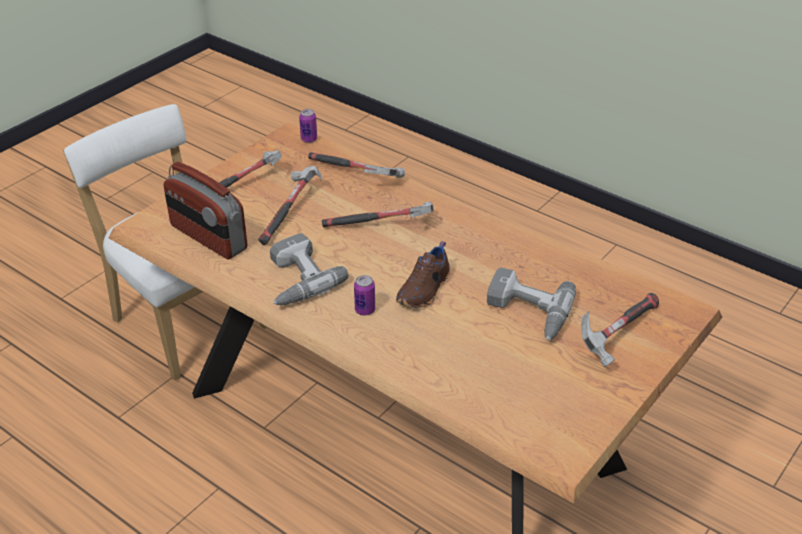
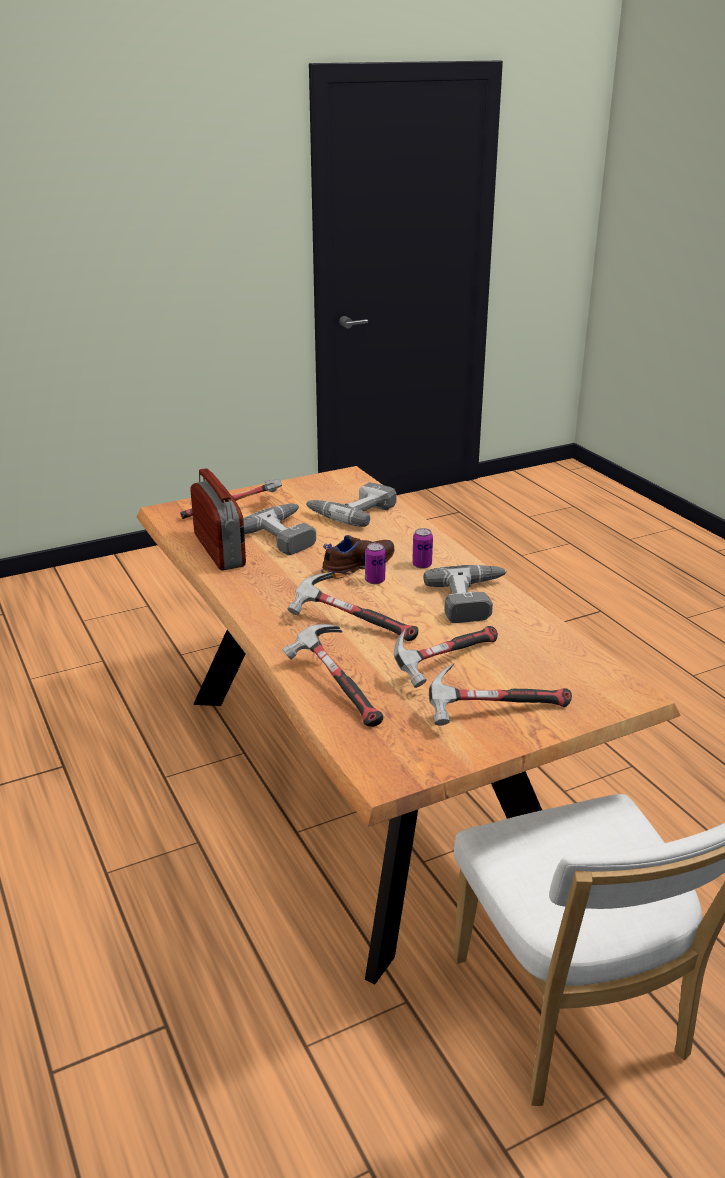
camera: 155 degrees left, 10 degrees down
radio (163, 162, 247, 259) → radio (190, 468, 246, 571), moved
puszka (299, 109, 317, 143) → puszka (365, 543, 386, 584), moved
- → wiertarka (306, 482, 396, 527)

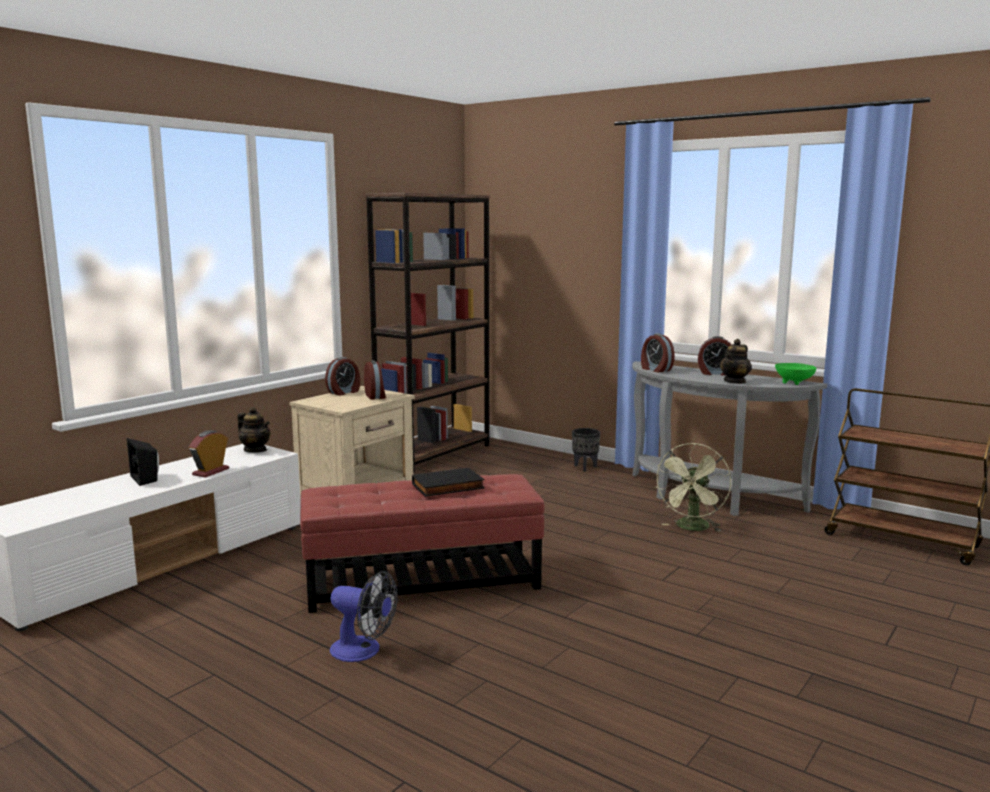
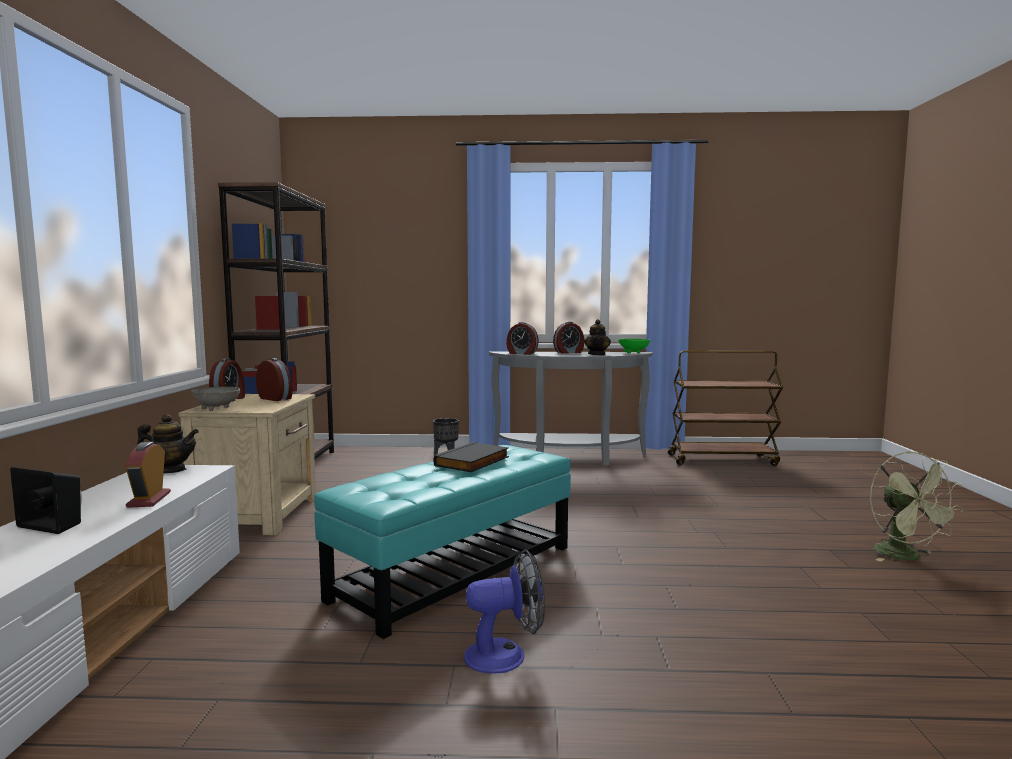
camera: 35 degrees left, 5 degrees down
pufa/czerwony (300, 474, 544, 613) → pufa/turkusowy (314, 445, 571, 639)
wentylator/zielony (655, 443, 731, 531) → wentylator/zielony (870, 451, 964, 561), moved
- → miska/szary (191, 387, 240, 411)

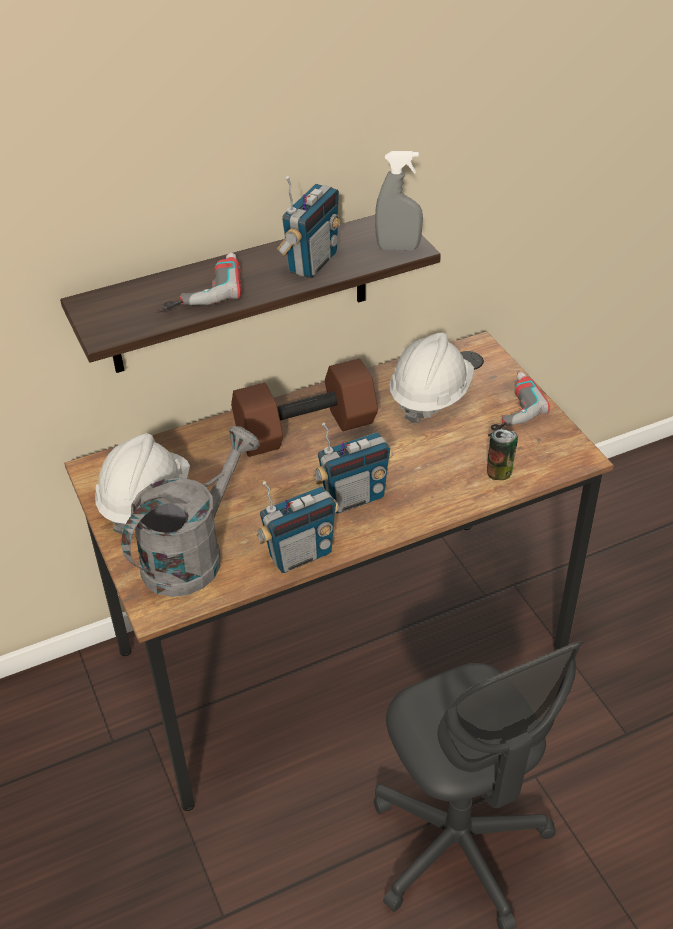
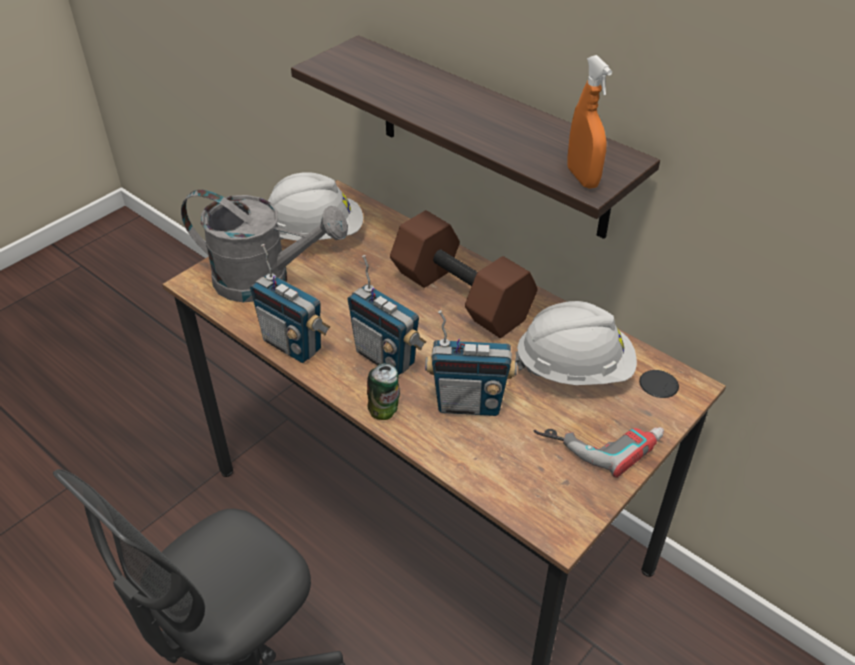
camera: 65 degrees right, 0 degrees up
wiertarka (156, 253, 241, 313) → -
radio (276, 176, 341, 278) → radio (425, 310, 517, 416), moved
spryskiwacz/szary (375, 151, 423, 250) → spryskiwacz/pomarańczowy (567, 55, 612, 189)
puszka (487, 429, 518, 480) → puszka (367, 363, 400, 420), moved

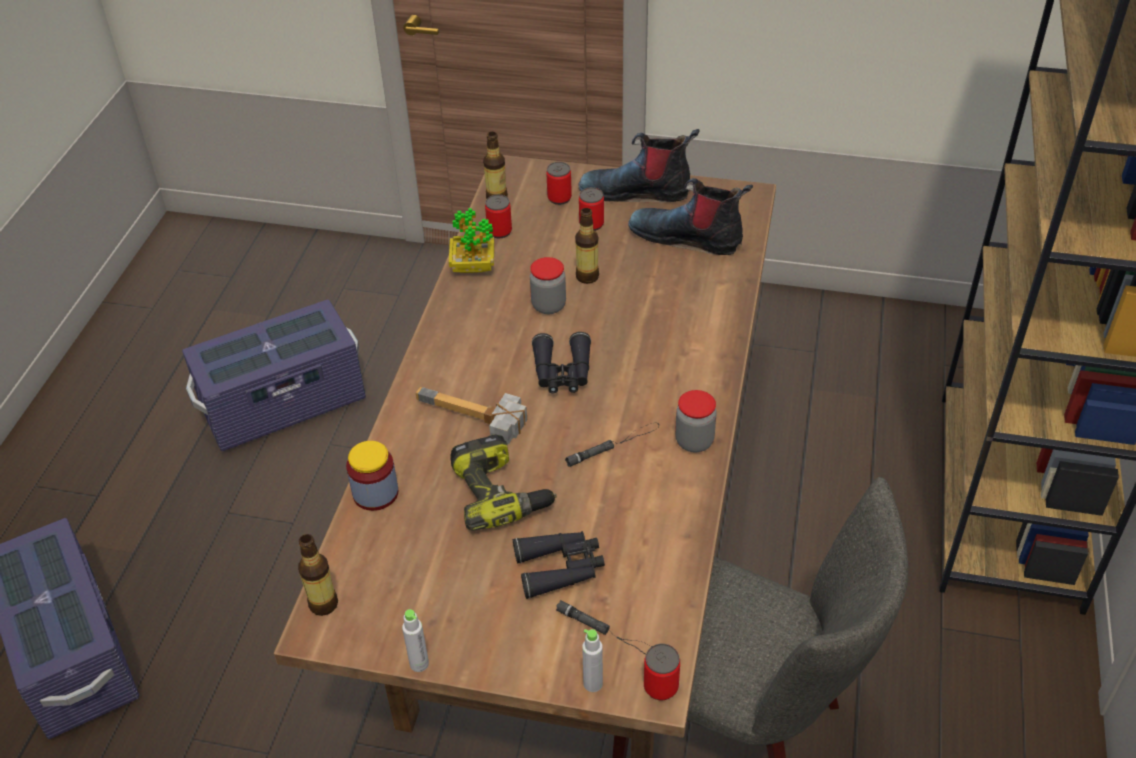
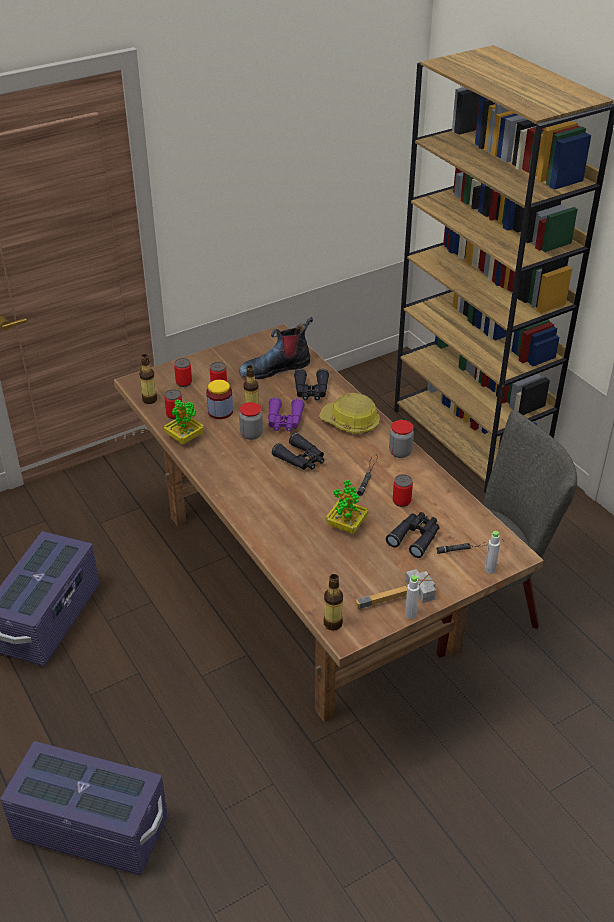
camera: 45 degrees left, 5 degrees down
słoik (346, 441, 399, 511) → słoik (206, 380, 233, 419), moved
młotek (416, 387, 527, 445) → młotek (355, 569, 436, 609), moved
wiertarka (450, 434, 557, 531) → roślina doniczkowa (326, 480, 368, 534)
but z cholewką (578, 129, 700, 202) → -
puszka (644, 644, 680, 700) → puszka (393, 474, 413, 507), moved
- → lornetka/fioletowy (268, 397, 305, 432)
- → lornetka/czarny (294, 369, 329, 400)
- → kask (319, 393, 380, 433)

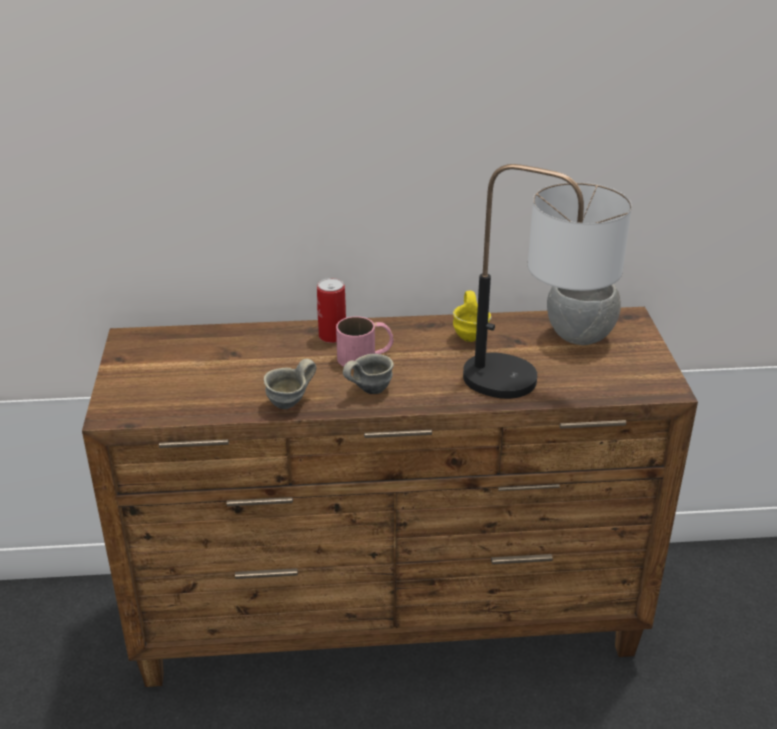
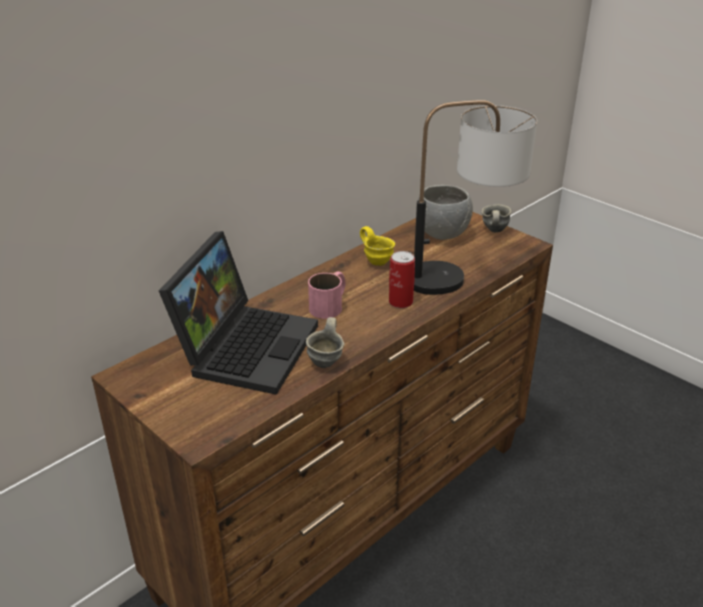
camera: 40 degrees left, 0 degrees up
puszka (317, 278, 346, 343) → puszka (389, 251, 415, 308), moved
kubek/szary (343, 354, 394, 394) → kubek/szary (481, 204, 511, 233), moved
- → laptop (159, 231, 318, 395)

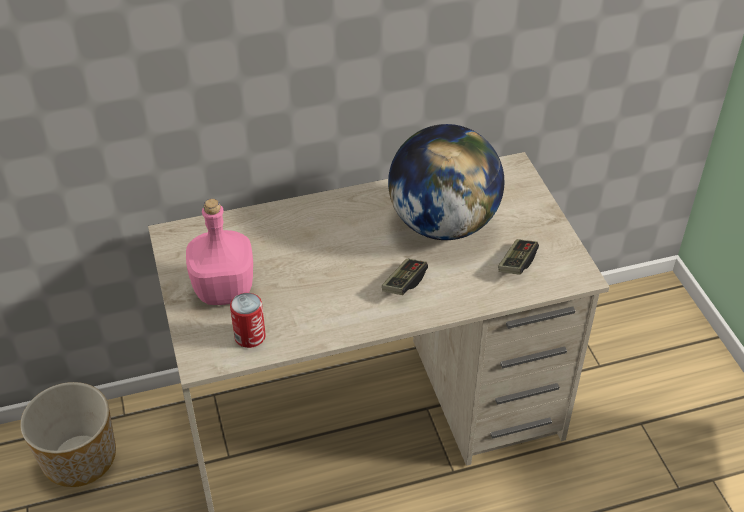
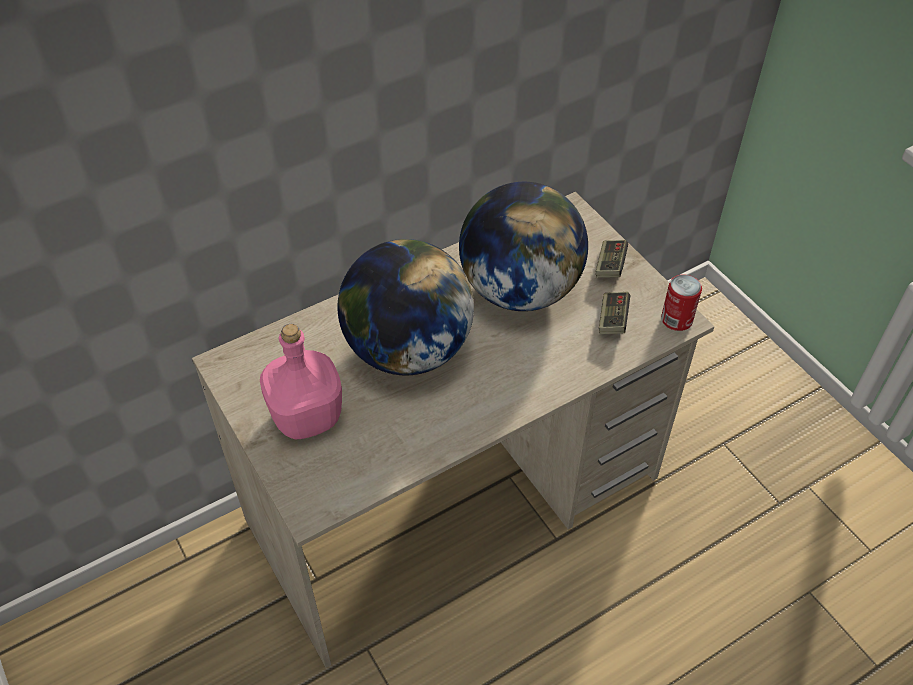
camera: 15 degrees left, 5 degrees up
donica (20, 382, 116, 487) → -
puszka (230, 293, 266, 348) → puszka (661, 275, 702, 331), moved
pad do gier (382, 259, 428, 295) → pad do gier (596, 240, 628, 277), moved
- → globus (338, 239, 474, 376)

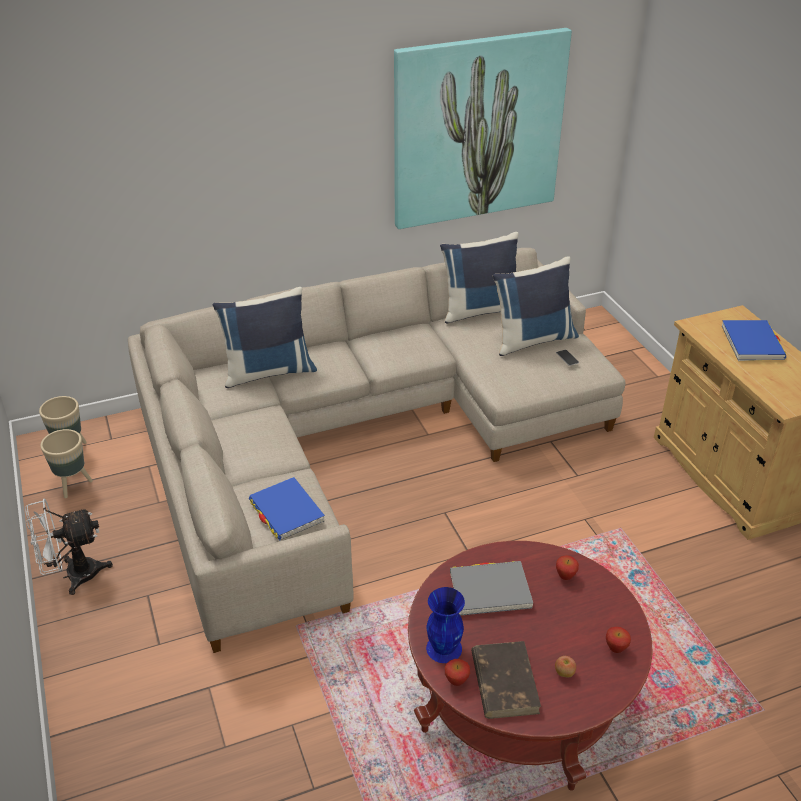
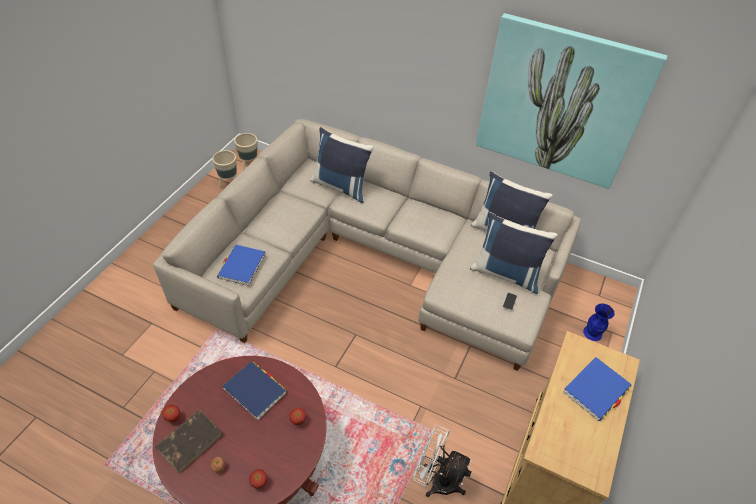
camera: 45 degrees right, 10 degrees up
wentylator/biały (25, 498, 113, 595) → wentylator/biały (413, 425, 473, 497), moved
wazon/niebieski (426, 587, 465, 663) → wazon/niebieski (583, 304, 615, 341), moved
książka/szary (450, 561, 533, 616) → książka/niebieski (222, 361, 287, 420)

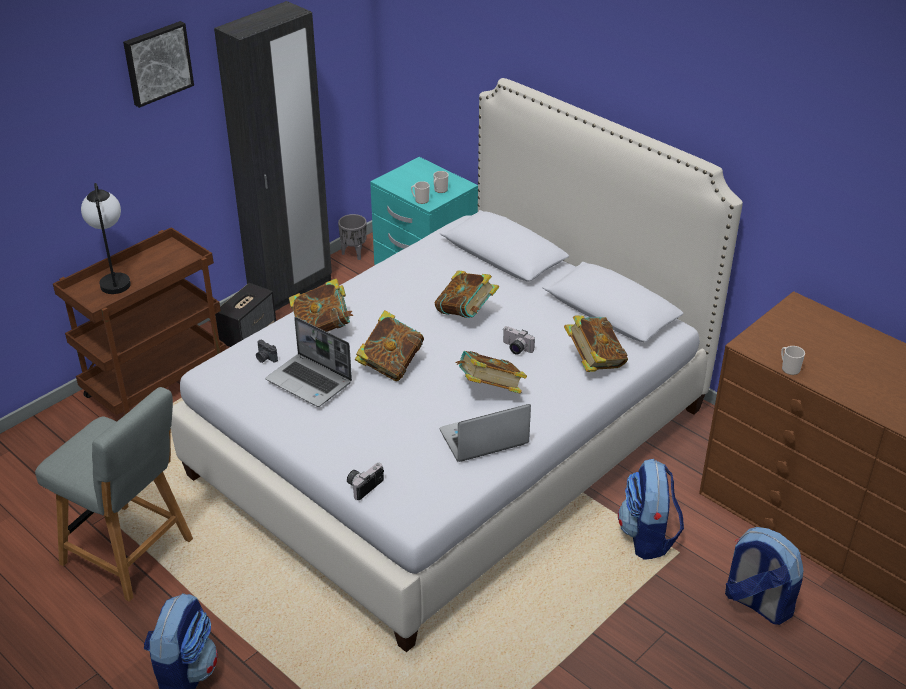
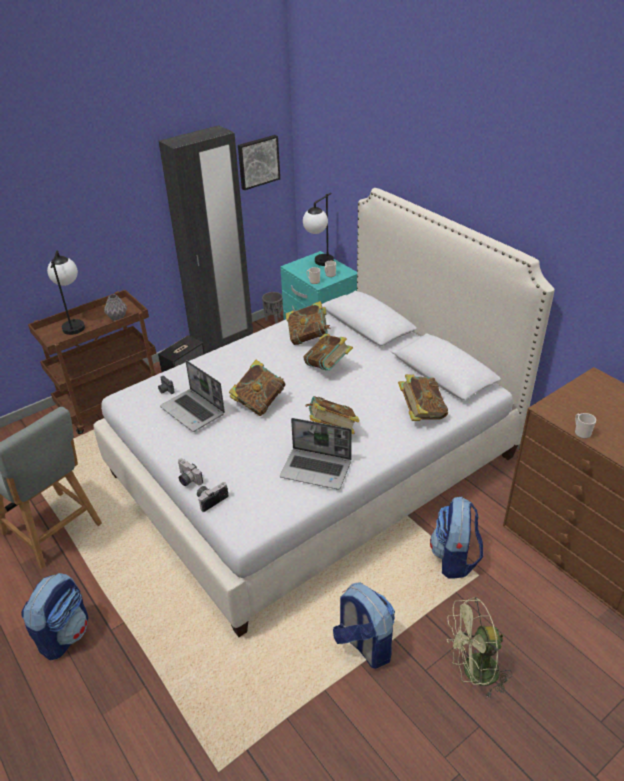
camera: 10 degrees right, 0 degrees up
obraz (123, 21, 194, 108) → obraz (238, 135, 280, 190), moved
książka (289, 278, 354, 332) → książka (286, 301, 331, 345), moved
laptop (440, 404, 531, 462) → laptop (280, 418, 352, 490), 150 degrees counterclockwise
aparat fotograficzny (503, 326, 535, 355) → aparat fotograficzny (178, 459, 203, 486), moved
plecak (725, 527, 804, 625) → plecak (333, 582, 395, 669), moved
- → wazon/szary (104, 294, 127, 321)
- → lampa stołowa (303, 193, 334, 266)
- → wentylator/zielony (447, 597, 512, 698)

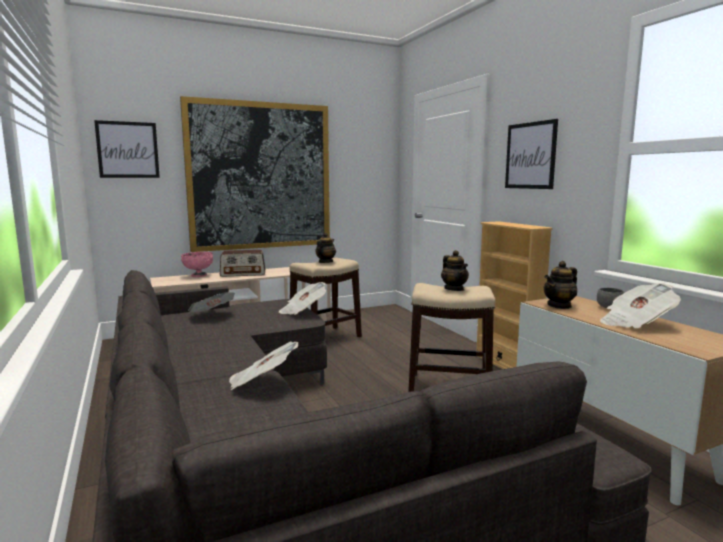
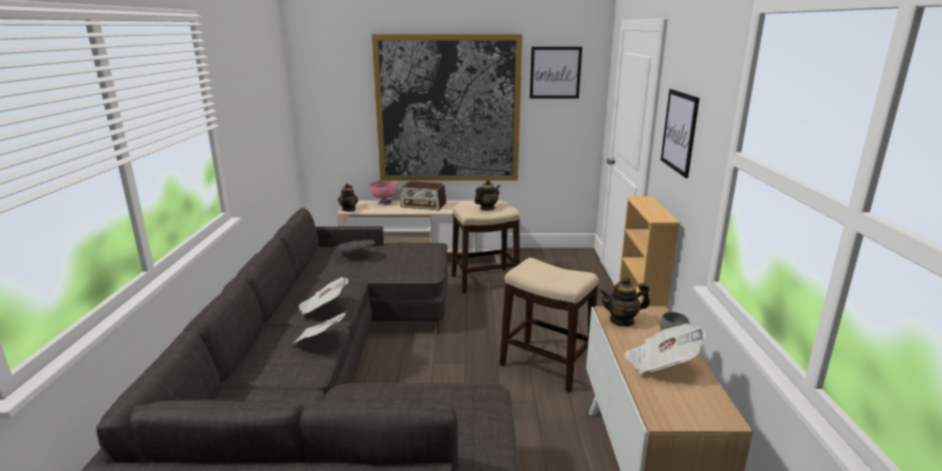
camera: 25 degrees right, 10 degrees up
obraz (94, 120, 160, 178) → obraz (530, 47, 582, 99), moved
gazeta (279, 282, 326, 315) → gazeta (299, 277, 348, 315), moved
imbryk (441, 250, 469, 291) → imbryk (338, 183, 358, 212), moved

